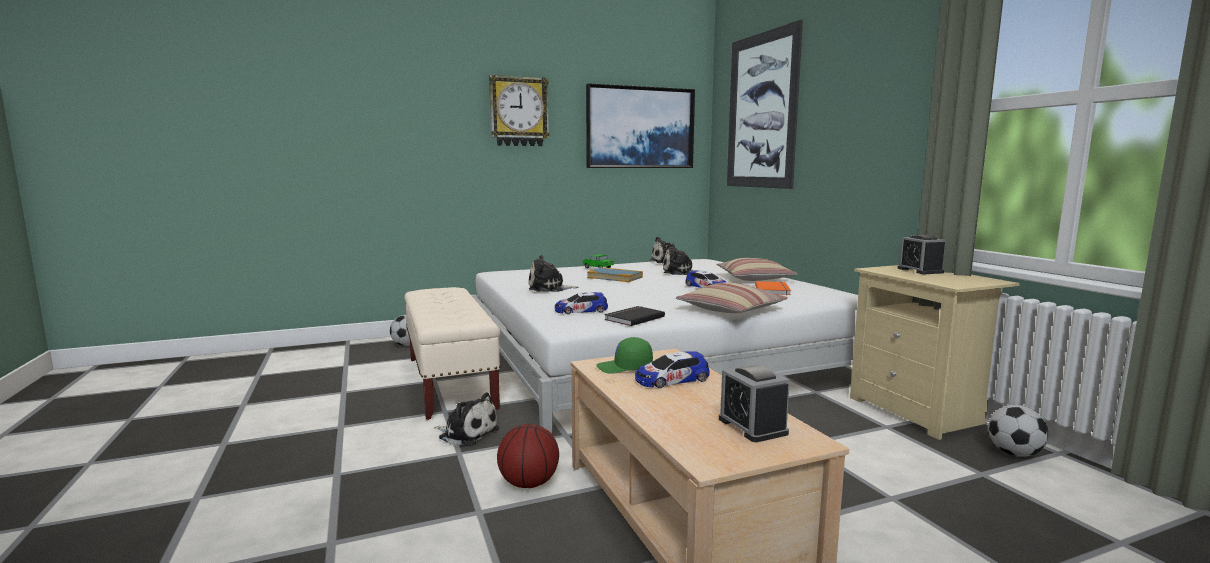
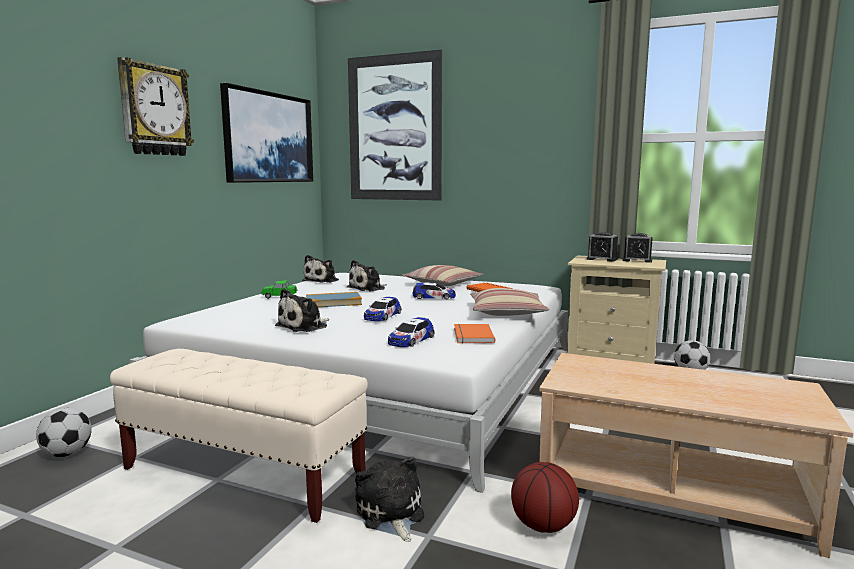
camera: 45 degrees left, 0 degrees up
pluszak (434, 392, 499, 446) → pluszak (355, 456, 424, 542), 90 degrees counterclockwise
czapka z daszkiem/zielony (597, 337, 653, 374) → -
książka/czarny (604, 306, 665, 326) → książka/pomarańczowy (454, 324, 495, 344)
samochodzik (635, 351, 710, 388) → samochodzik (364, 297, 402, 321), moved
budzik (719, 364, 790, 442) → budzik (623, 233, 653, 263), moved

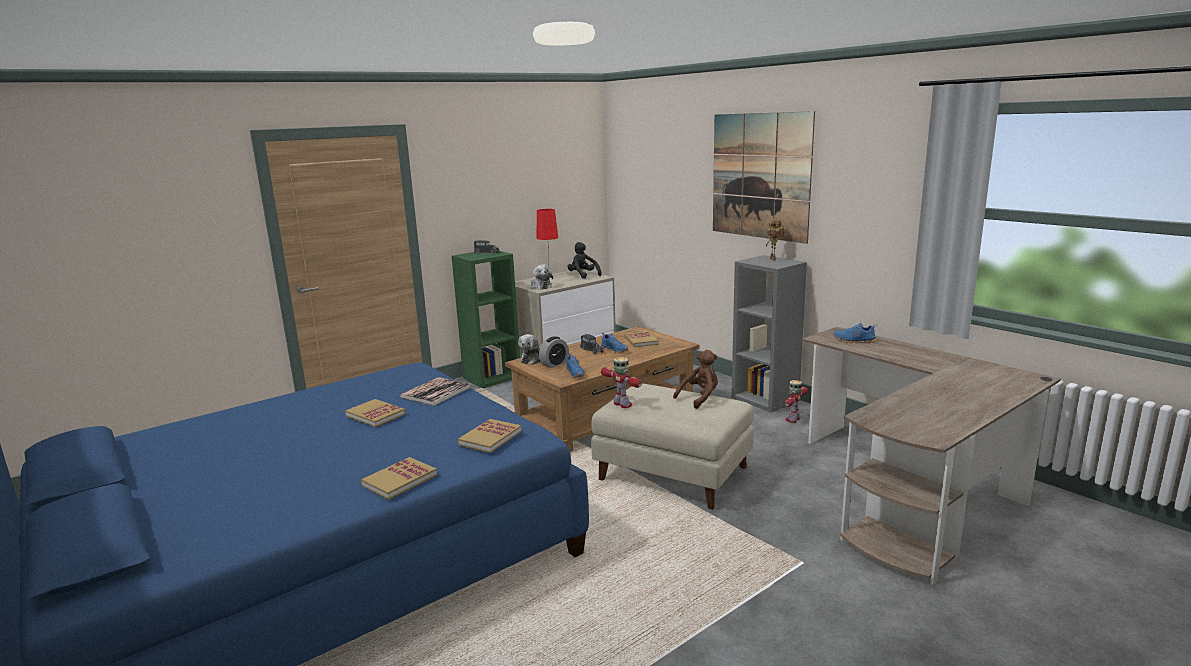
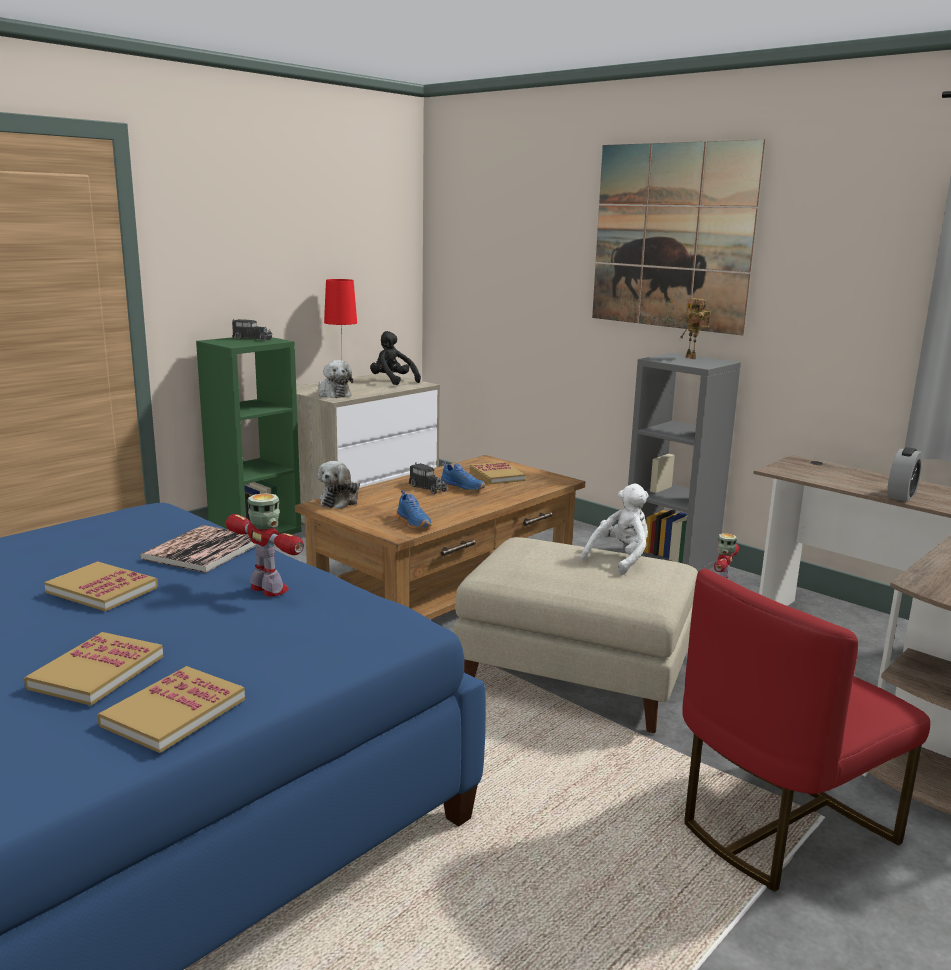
camera: 10 degrees left, 0 degrees up
książka (457, 419, 522, 453) → książka (24, 632, 163, 706), moved
budzik (539, 336, 569, 368) → budzik (887, 447, 923, 502), moved
robot zabawkowy (601, 357, 642, 408) → robot zabawkowy (226, 493, 304, 597), moved
pluszak/brązowy (673, 350, 718, 409) → pluszak/biały (581, 484, 649, 575)
but/niebieski (833, 323, 877, 343) → -
- → krzesło/czerwony (682, 568, 931, 892)

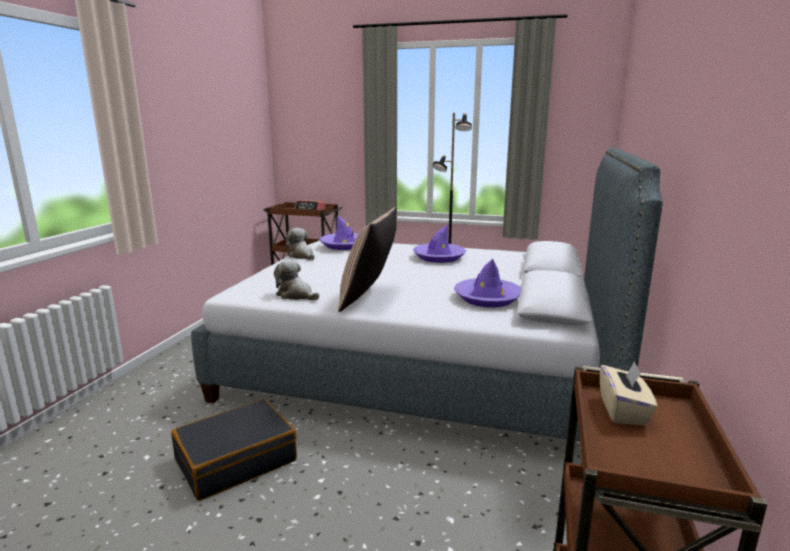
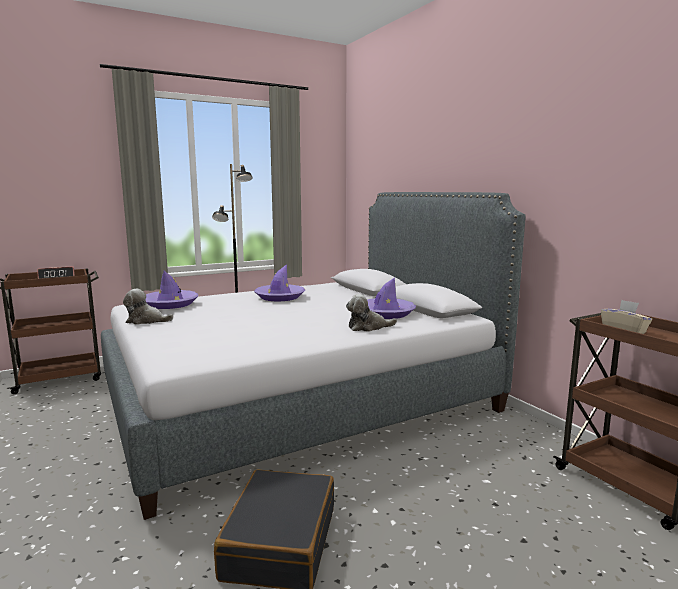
camera: 45 degrees left, 5 degrees down
pluszak (274, 259, 319, 300) → pluszak (346, 294, 397, 332), moved
poduszka (338, 207, 397, 312) → -

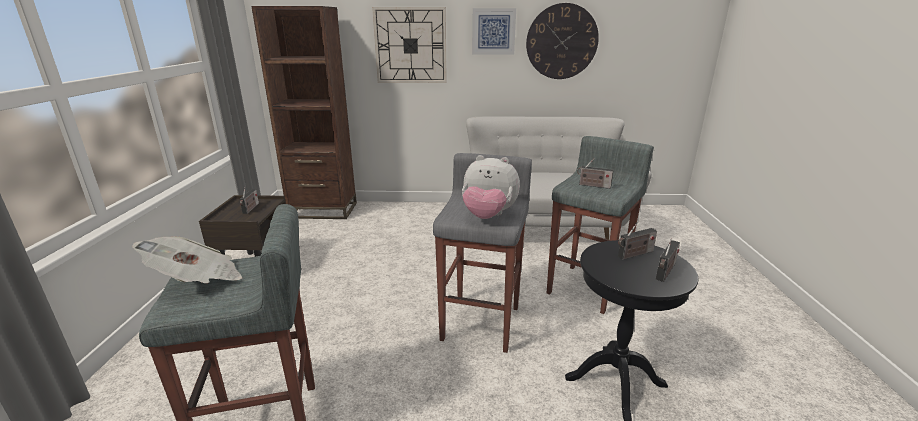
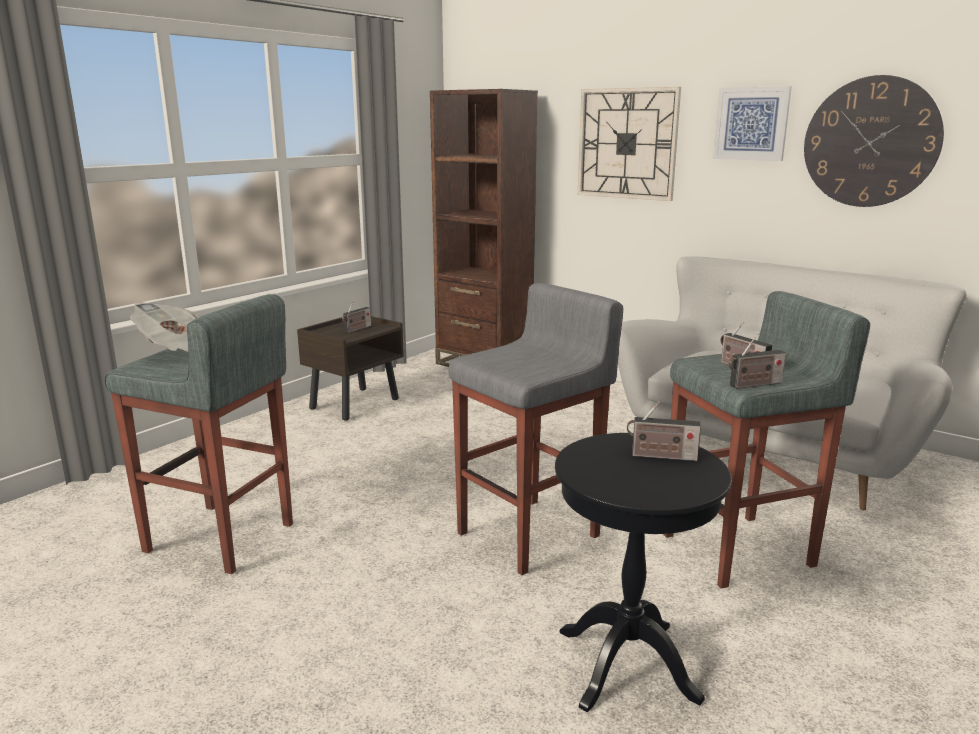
camera: 35 degrees right, 5 degrees down
pluszak (462, 155, 520, 219) → -
radio (655, 239, 680, 282) → radio (729, 337, 786, 389), moved

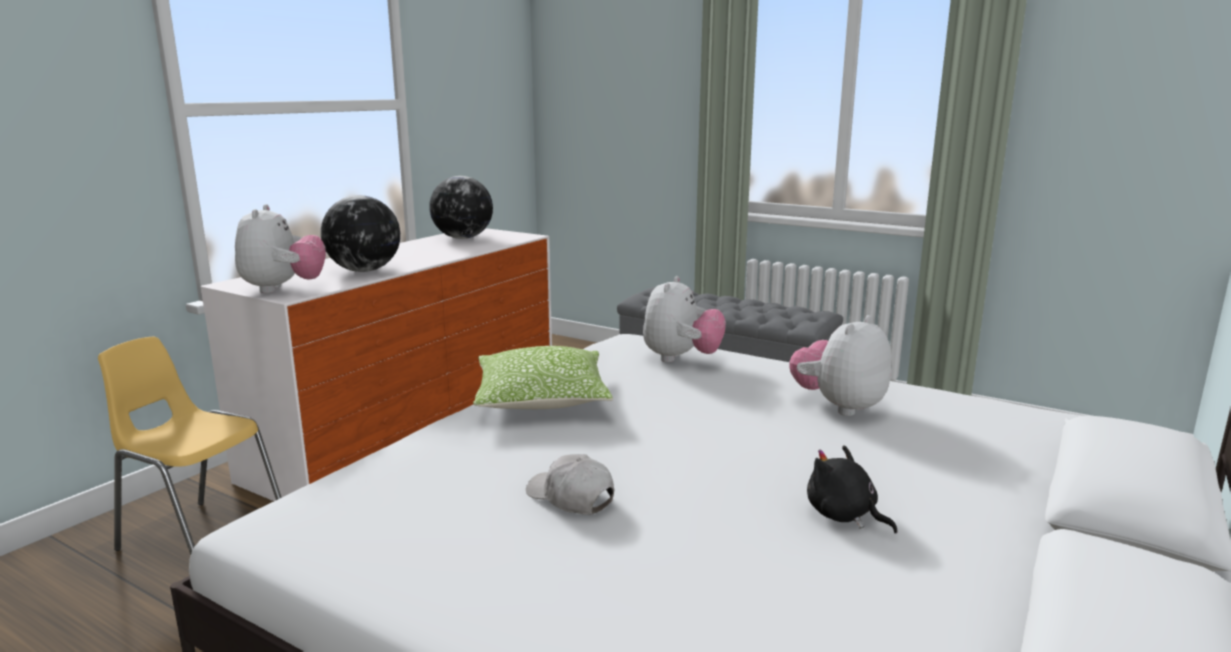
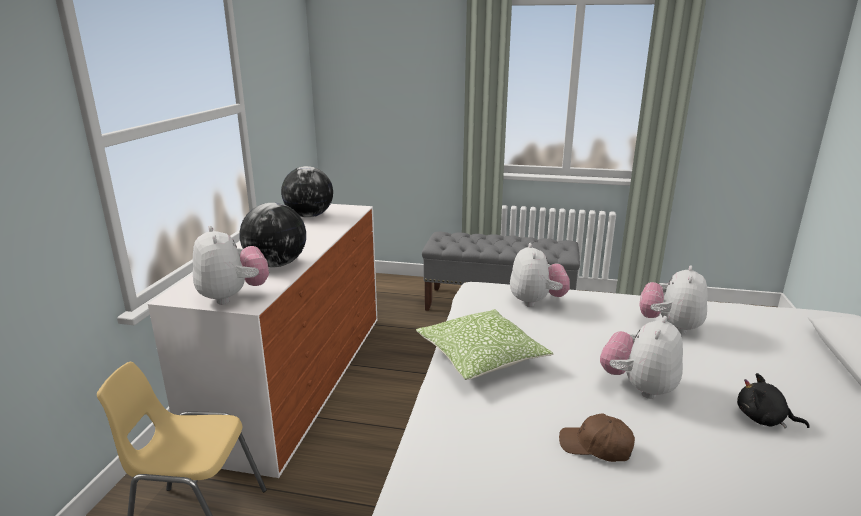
camera: 20 degrees left, 5 degrees up
czapka z daszkiem/biały (526, 454, 614, 515) → czapka z daszkiem/brązowy (559, 414, 635, 462)
- → pluszak (600, 316, 683, 399)

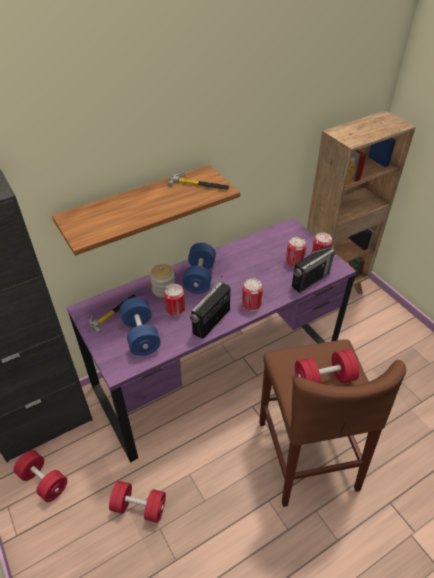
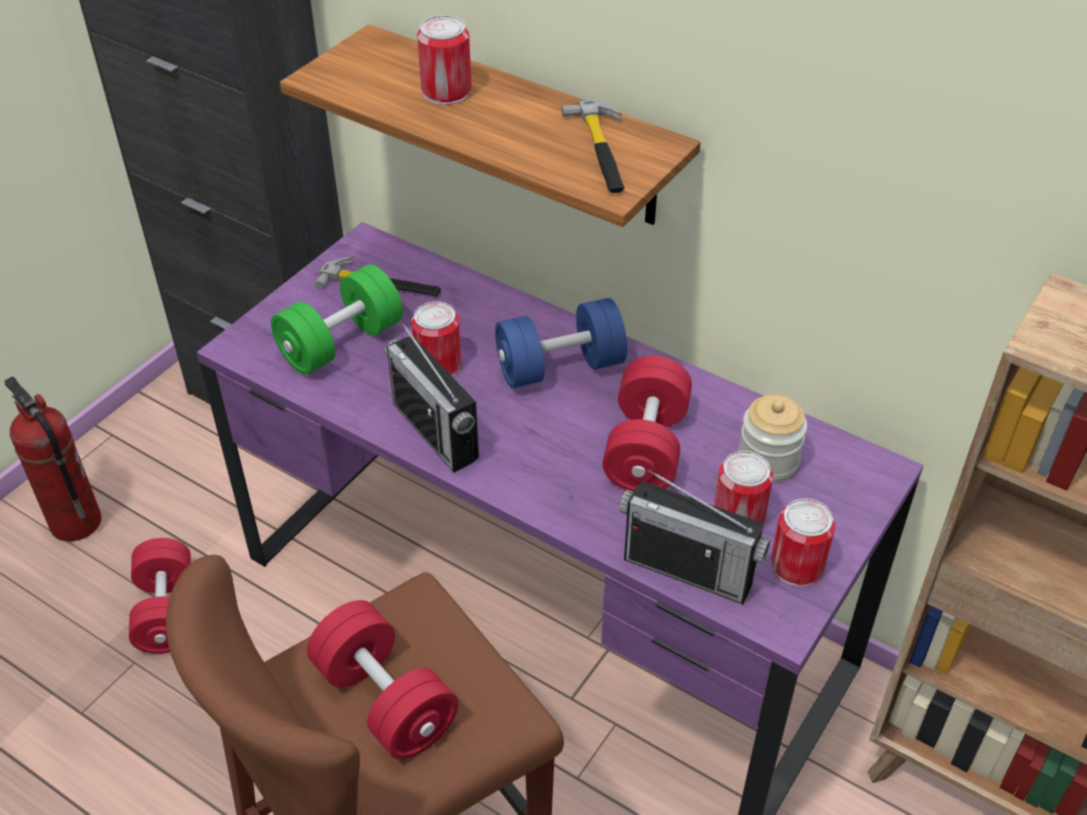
camera: 65 degrees right, 0 degrees up
hantel/czerwony (14, 450, 67, 502) → hantel/czerwony (602, 356, 692, 491), moved
hantel/niebieski (120, 297, 161, 356) → hantel/zielony (271, 264, 403, 375)
słoik (150, 264, 175, 298) → słoik (738, 395, 807, 483), moved
radio (190, 276, 230, 339) → radio (385, 320, 479, 472), 135 degrees counterclockwise
puszka (242, 278, 263, 311) → puszka (417, 15, 472, 105), moved
- → gaśnica (4, 377, 102, 541)

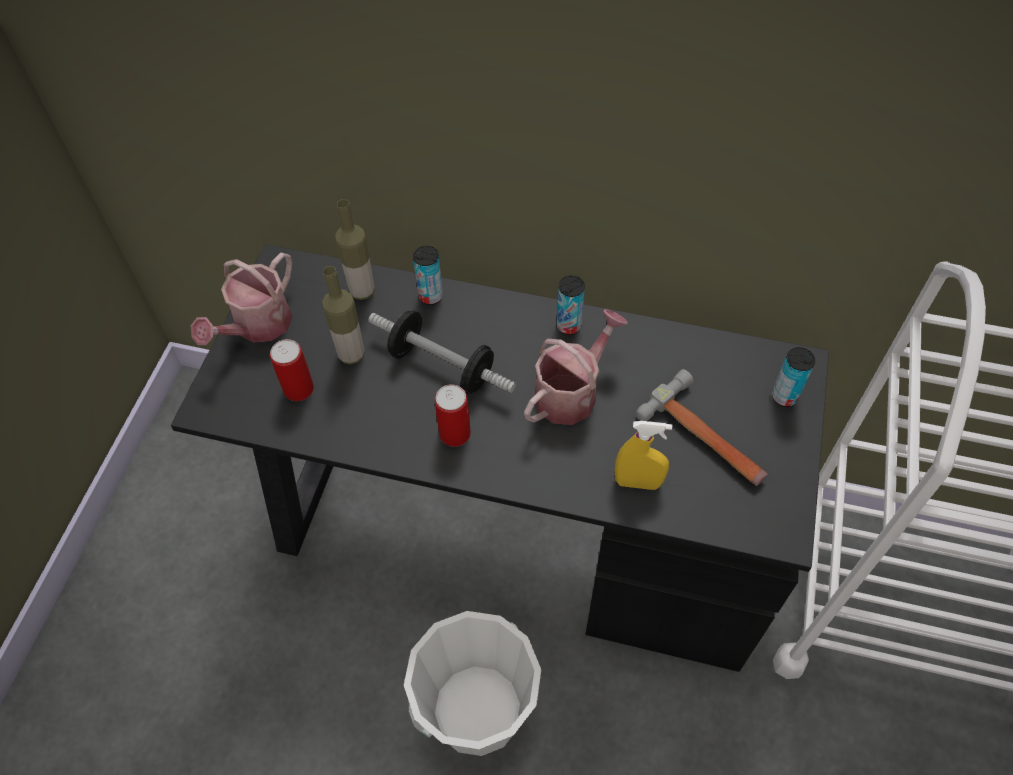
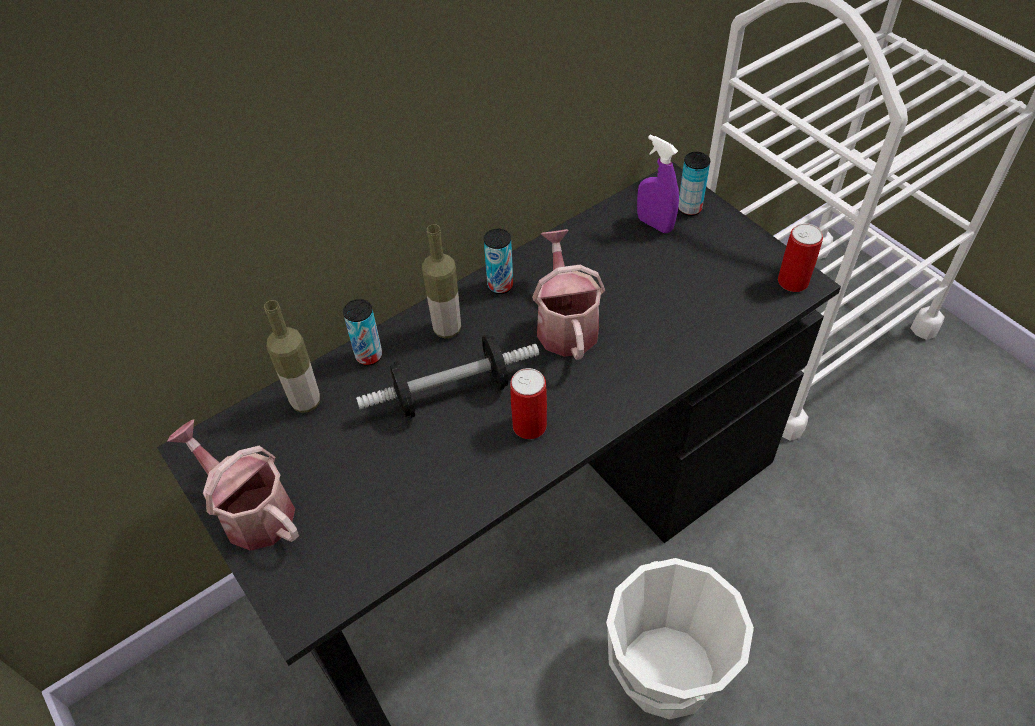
camera: 50 degrees left, 5 degrees down
konewka (191, 252, 293, 345) → konewka (167, 419, 299, 551), 150 degrees clockwise
puszka (270, 339, 314, 401) → puszka (778, 223, 823, 292), moved
butelka (322, 266, 365, 365) → butelka (422, 224, 461, 339), moved
spryskiwacz/żółty (614, 421, 672, 490) → -
młotek (636, 369, 768, 486) → -
- → spryskiwacz/fioletowy (637, 135, 679, 233)

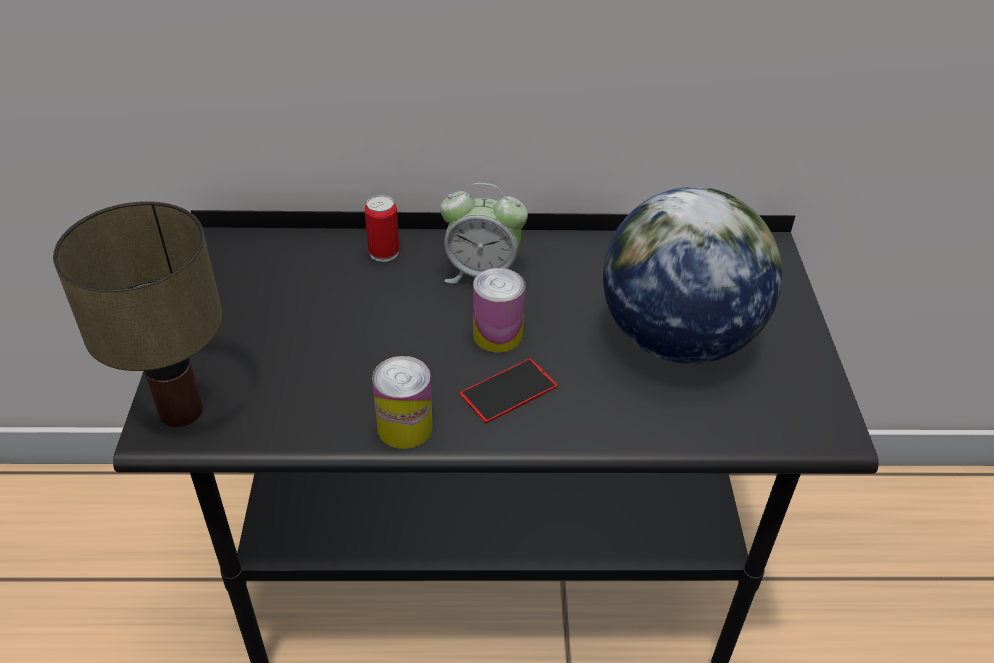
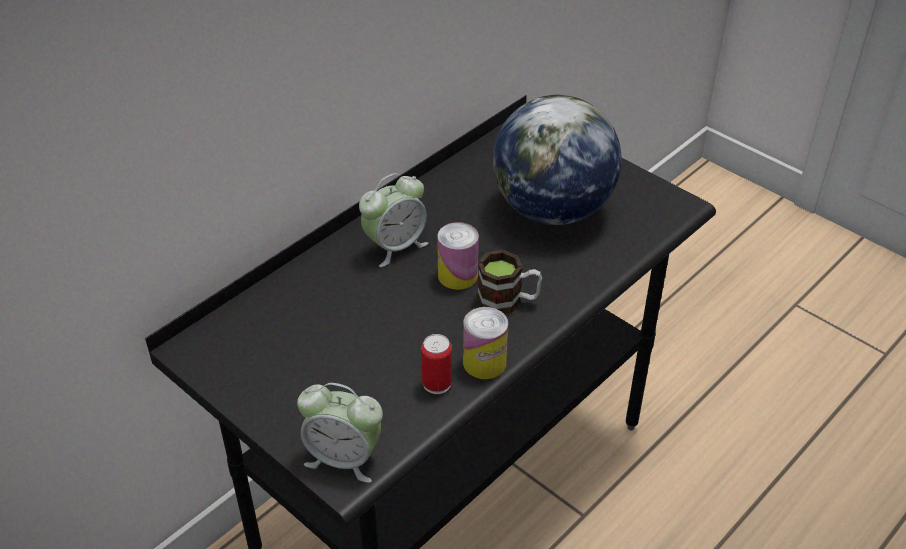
camera: 45 degrees left, 0 degrees up
lampa stołowa (53, 201, 223, 427) → budzik (297, 383, 383, 483)
puszka (364, 195, 399, 262) → puszka (421, 334, 452, 394), moved
telefon (460, 358, 557, 423) → kubek (477, 250, 542, 314)

